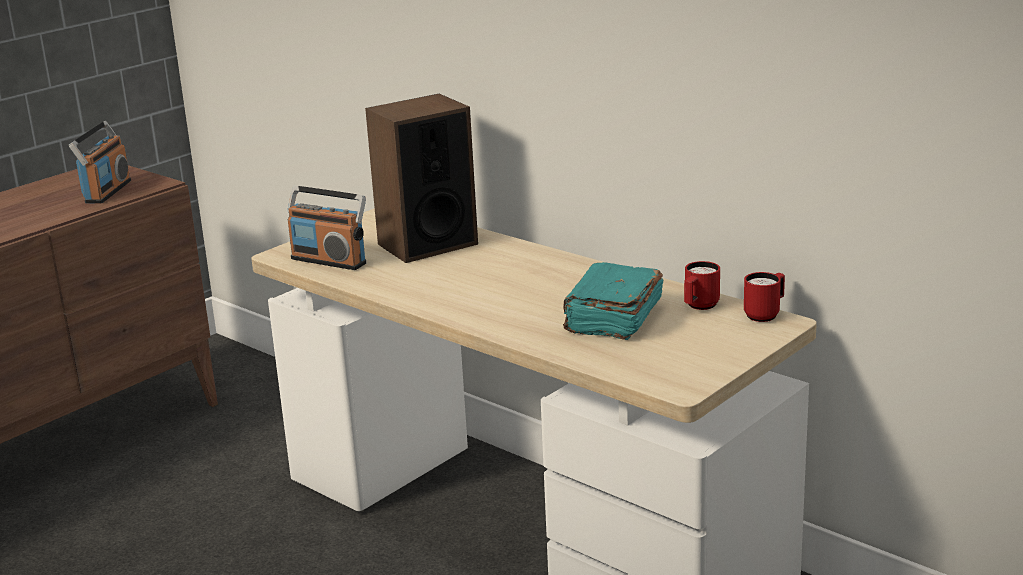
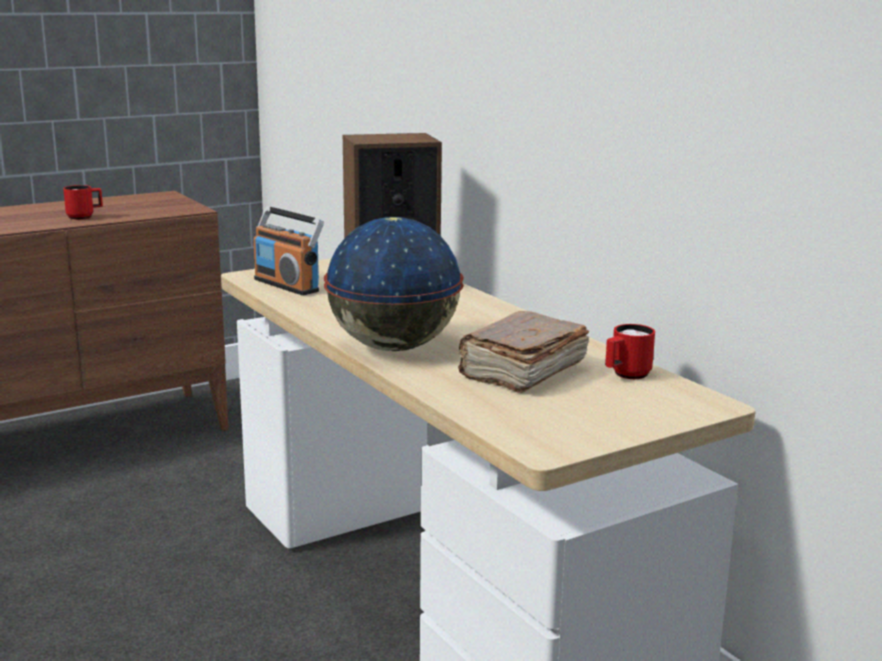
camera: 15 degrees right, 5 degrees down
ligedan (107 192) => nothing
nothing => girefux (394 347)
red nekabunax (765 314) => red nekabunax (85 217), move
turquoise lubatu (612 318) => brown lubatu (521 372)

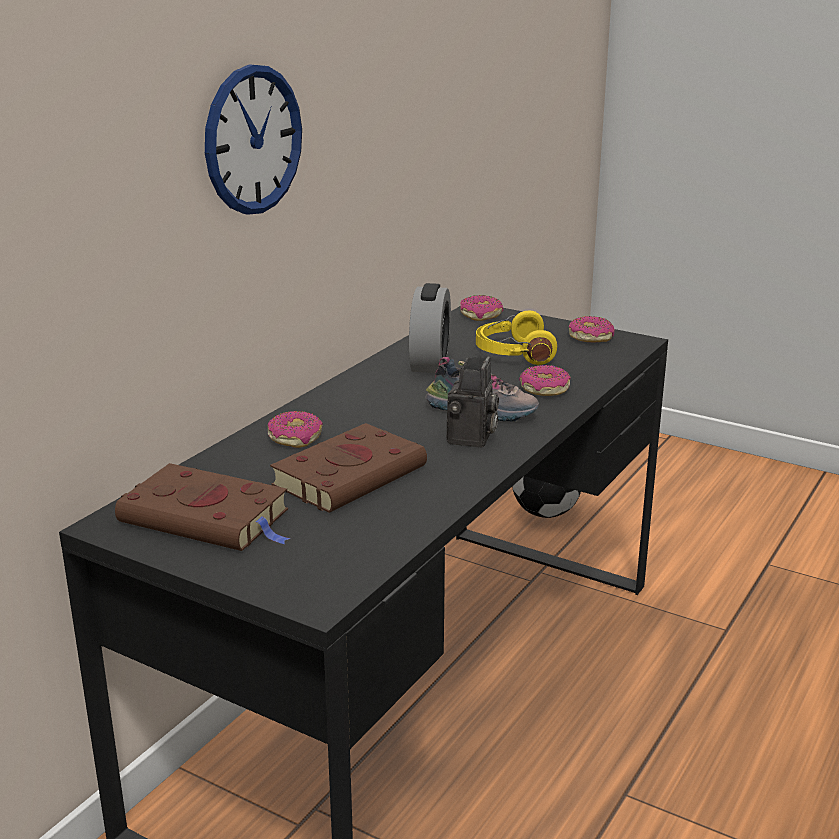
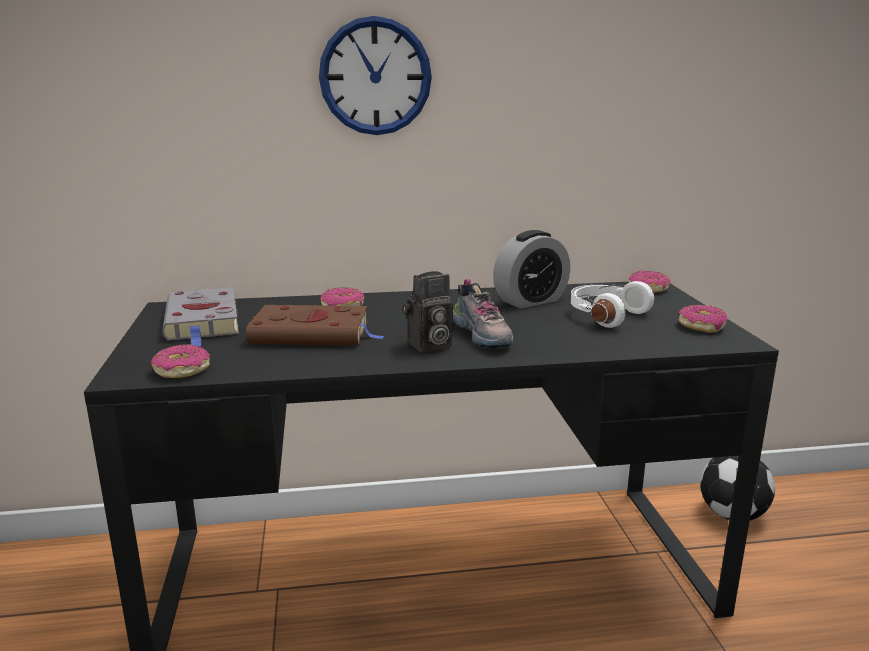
camera: 50 degrees right, 5 degrees down
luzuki (544 389) => luzuki (182 370), move
brown lubatu (208 518) => grey lubatu (203 322)
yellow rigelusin (513 353) => white rigelusin (605 315)

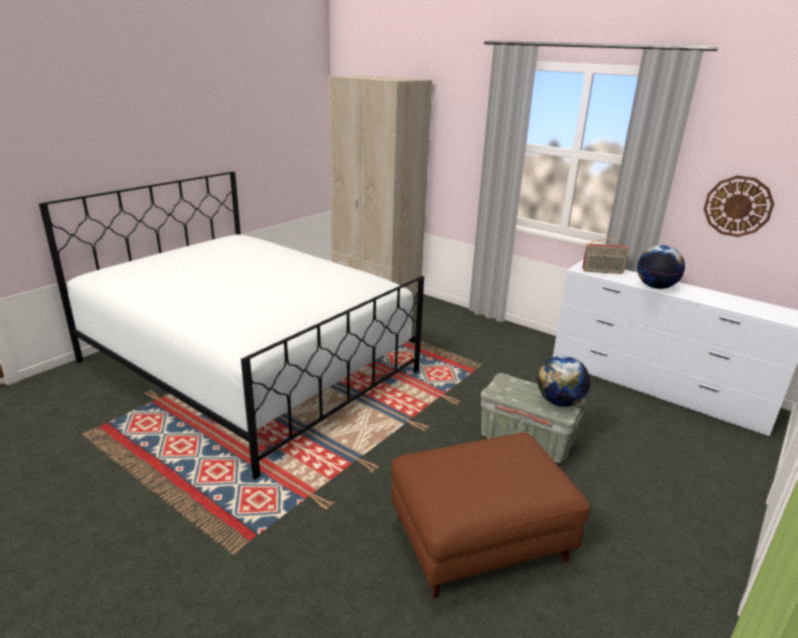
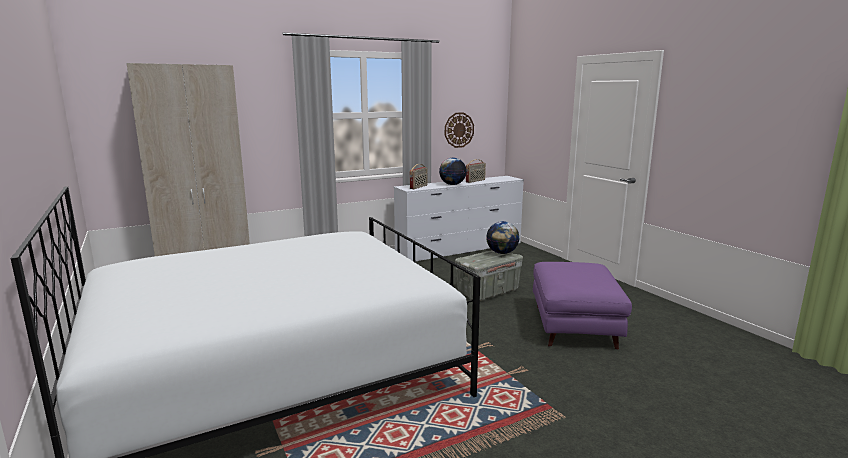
camera: 65 degrees left, 10 degrees down
nothing => ligedan (475 181)
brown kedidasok (479 539) => purple kedidasok (573 326)

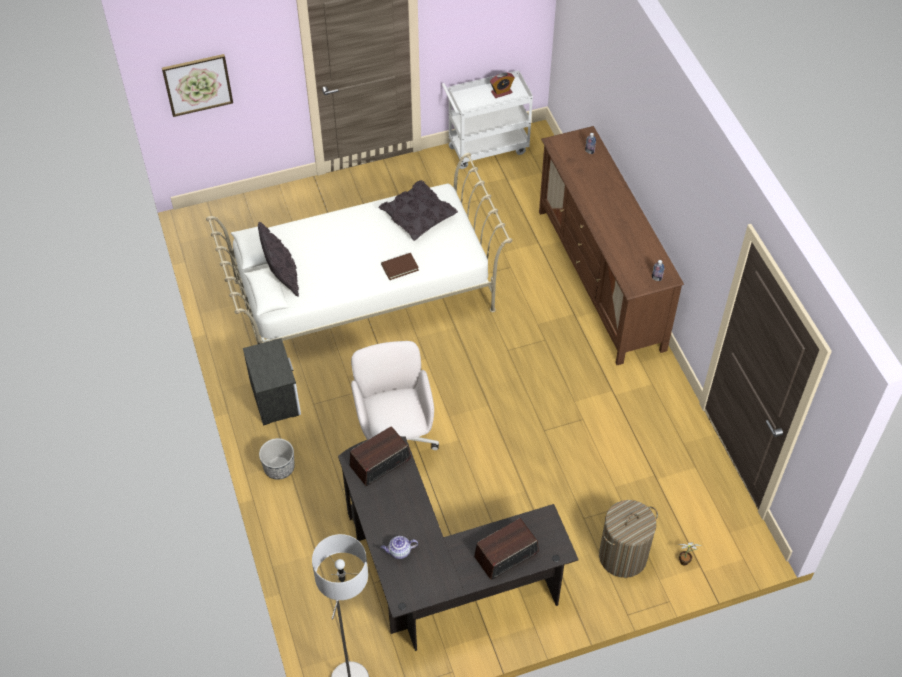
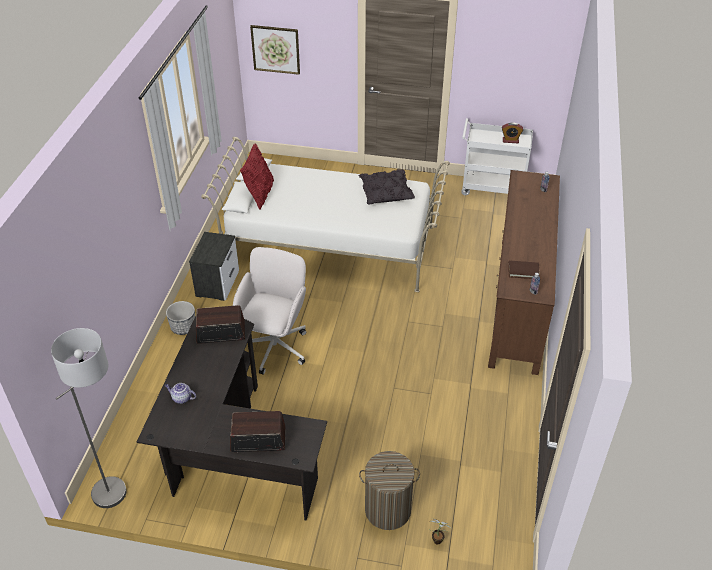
camera: 30 degrees right, 10 degrees down
brown lubatu (400 267) => brown lubatu (523 271), move
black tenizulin (282 276) => red tenizulin (260 194)

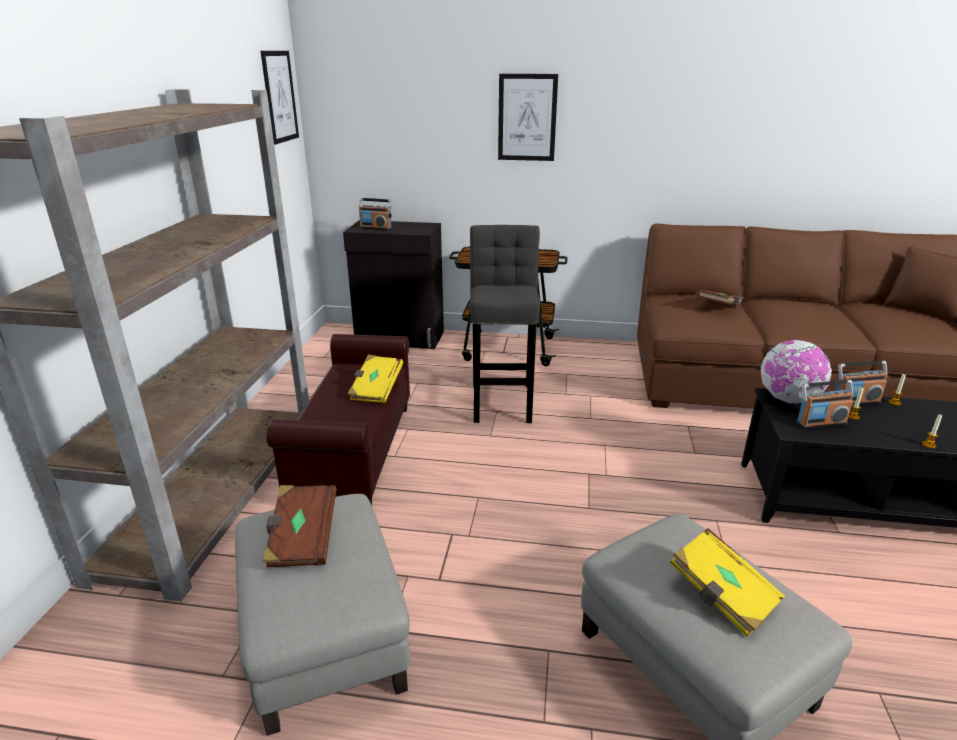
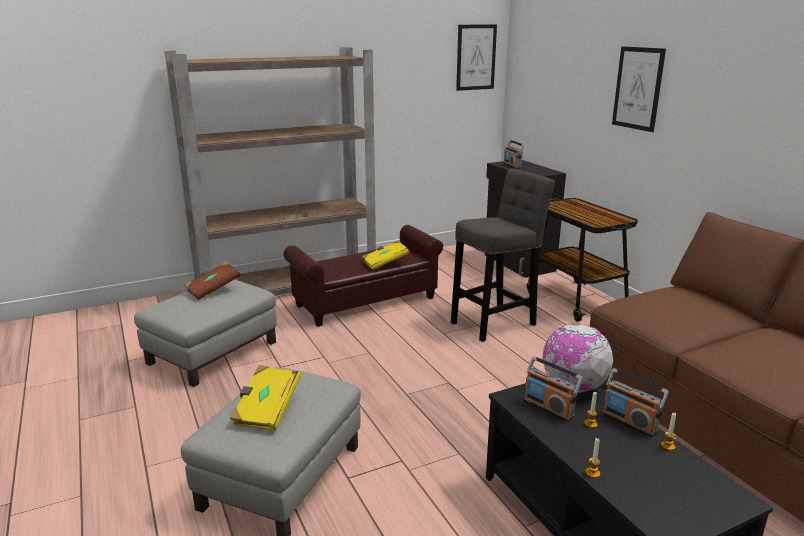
camera: 55 degrees right, 5 degrees down
brown lubatu (719 308) => nothing

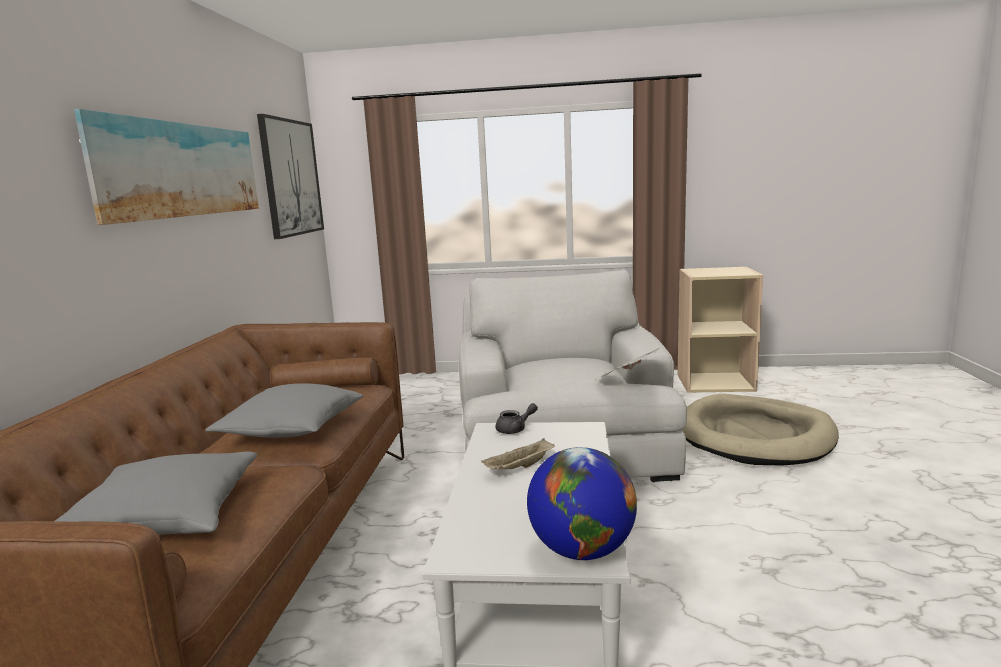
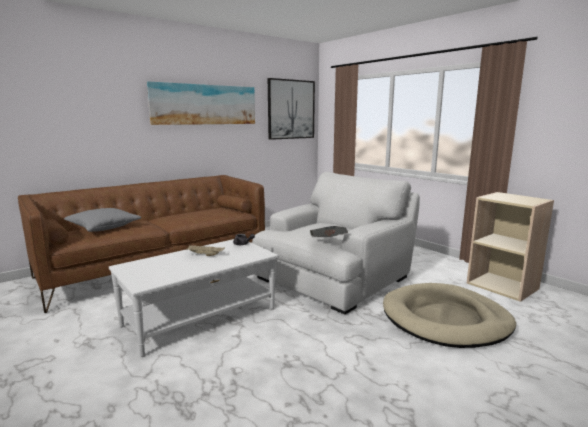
camera: 45 degrees right, 0 degrees up
grey tenizulin (291 429) => nothing
girefux (582 550) => nothing

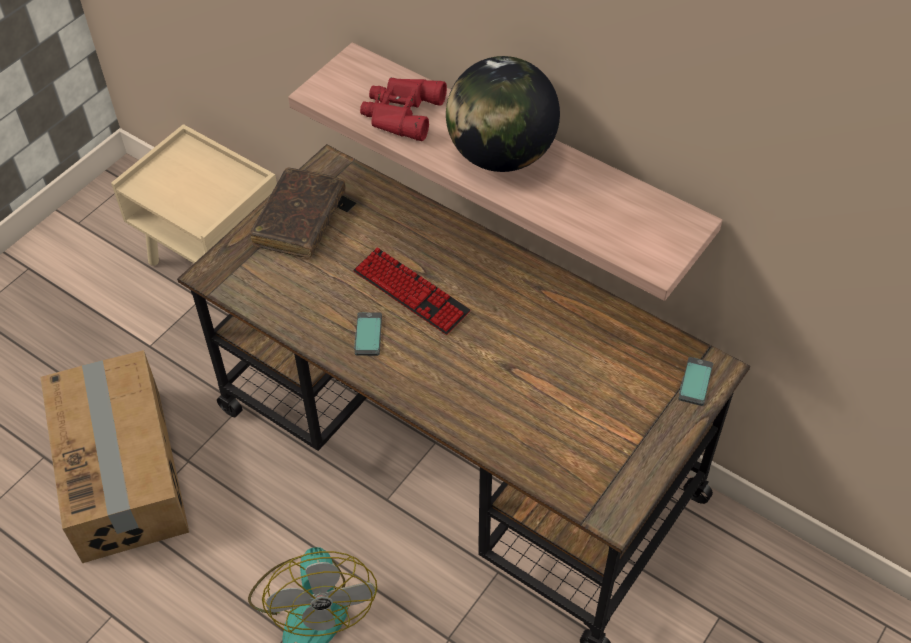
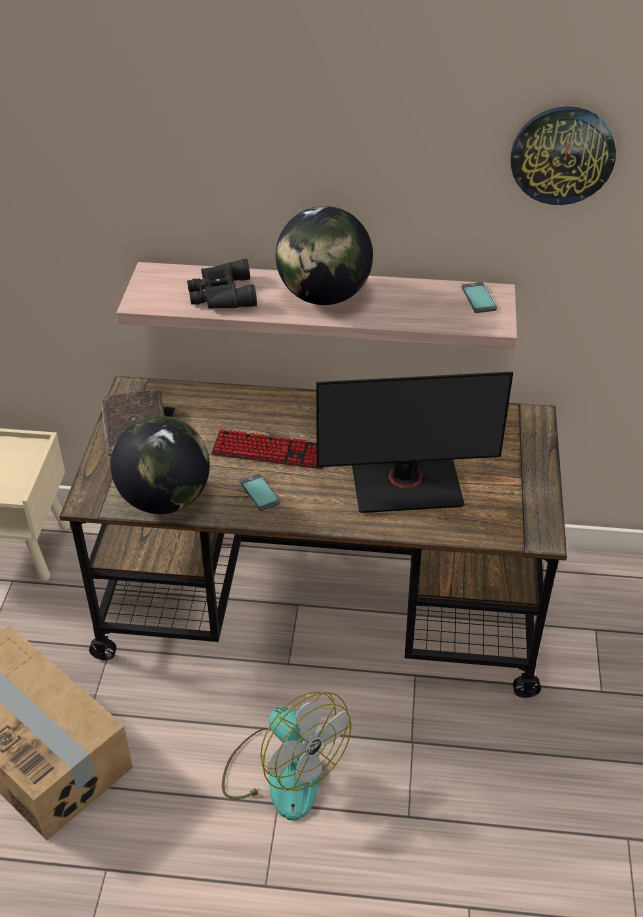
camera: 30 degrees left, 10 degrees down
nothing => girefux (165 500)
nothing => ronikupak (406 484)
nothing => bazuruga (562 155)
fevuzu (695 382) => fevuzu (478 298), move
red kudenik (400 113) => black kudenik (221 294)

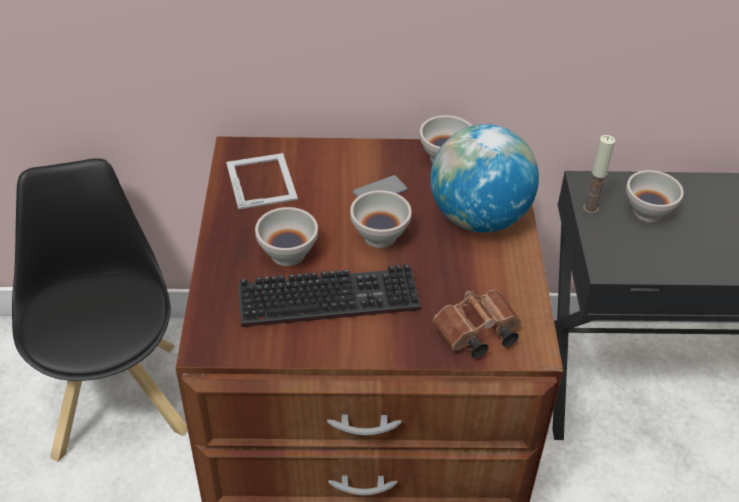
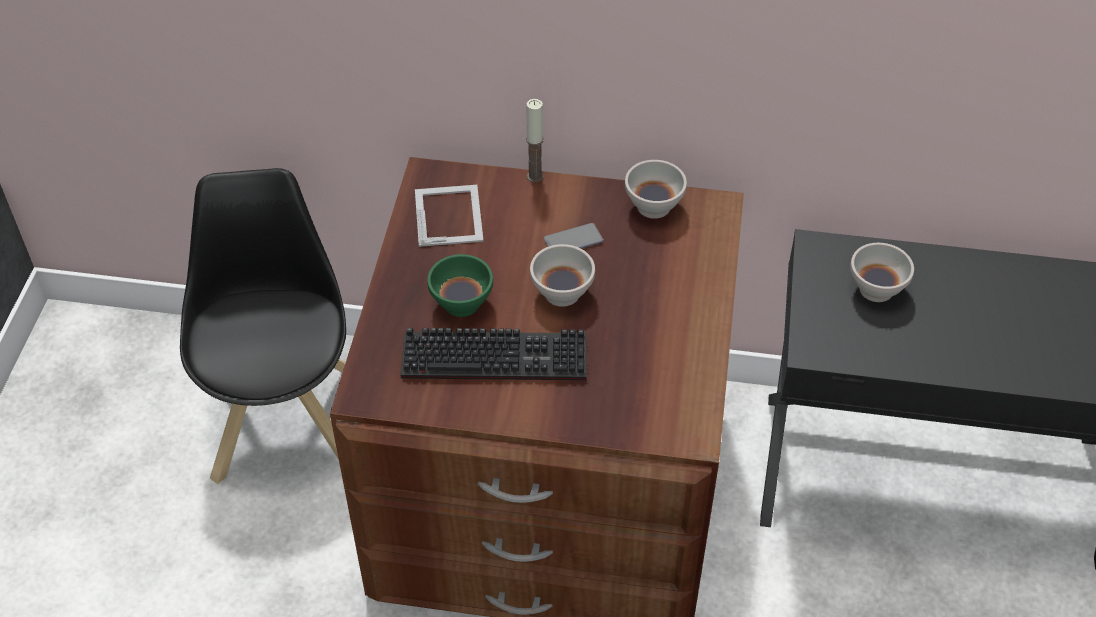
camera: 10 degrees right, 5 degrees up
girefux (478 218) => nothing
brown kudenik (475 334) => nothing
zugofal (590 208) => zugofal (535 176), move
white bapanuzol (288 253) => green bapanuzol (462 302)

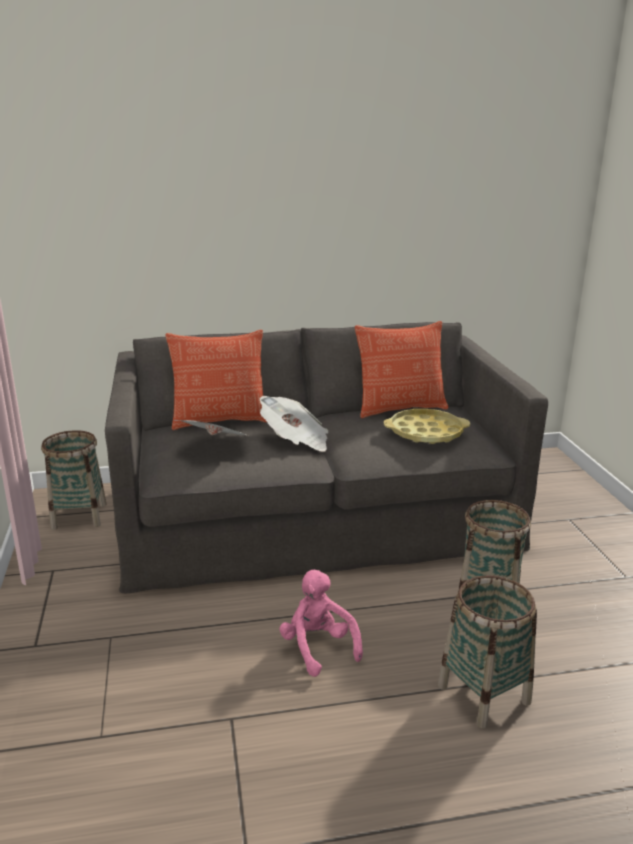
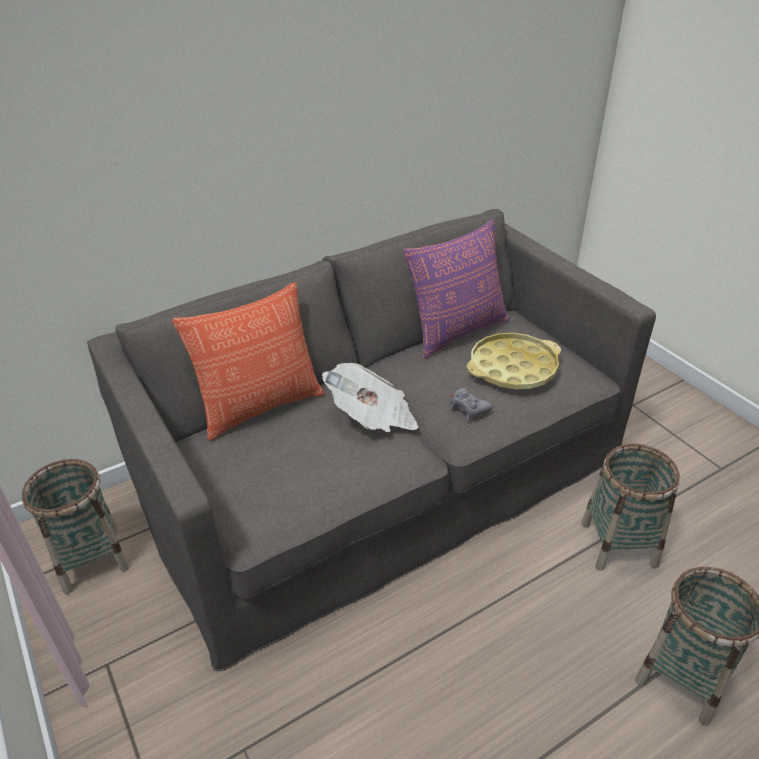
camera: 20 degrees left, 15 degrees up
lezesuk (216 446) => nothing
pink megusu (318 647) => nothing
nothing => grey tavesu (468 408)
orange tenizulin (400 409) => purple tenizulin (457 332)

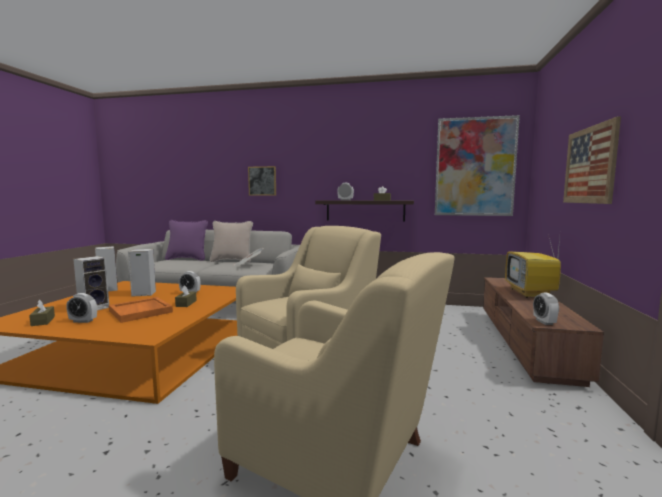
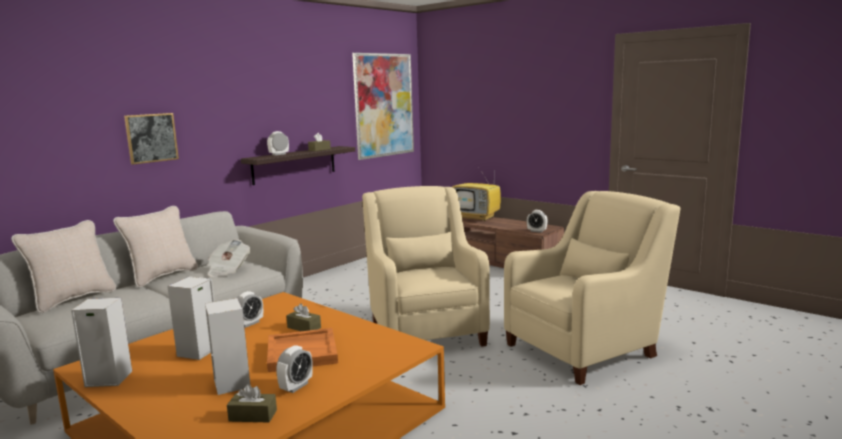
camera: 60 degrees left, 5 degrees up
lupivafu (589 165) => nothing
purple tenizulin (187 259) => beige tenizulin (72 299)

